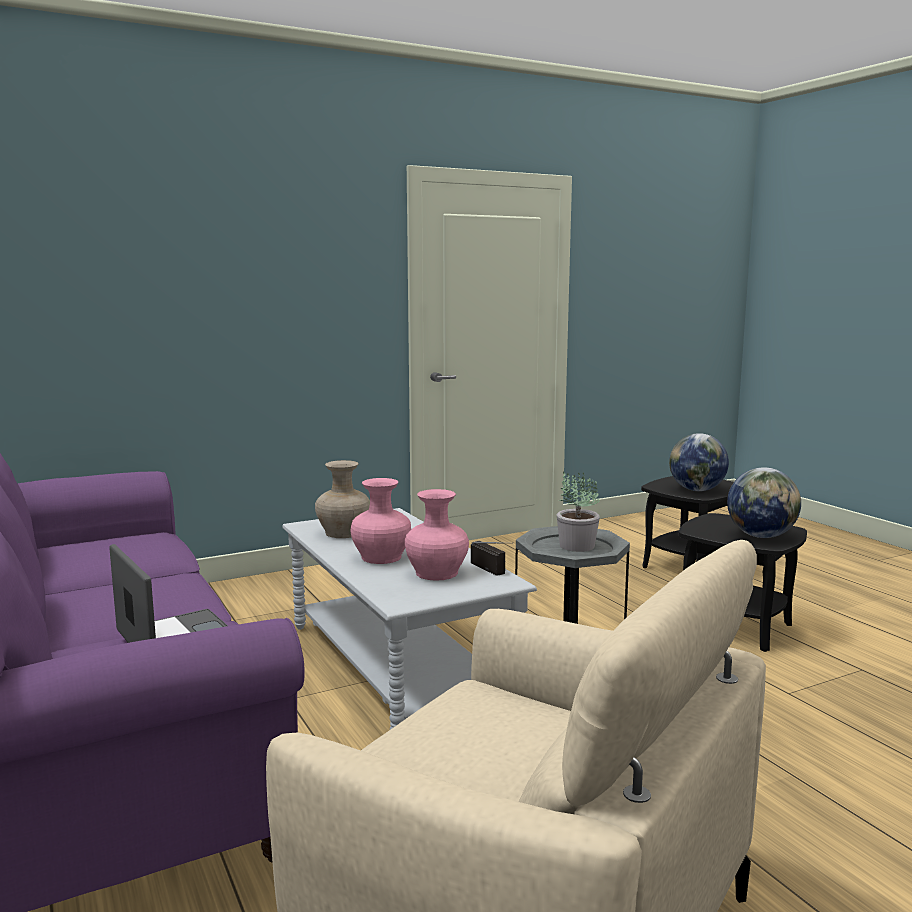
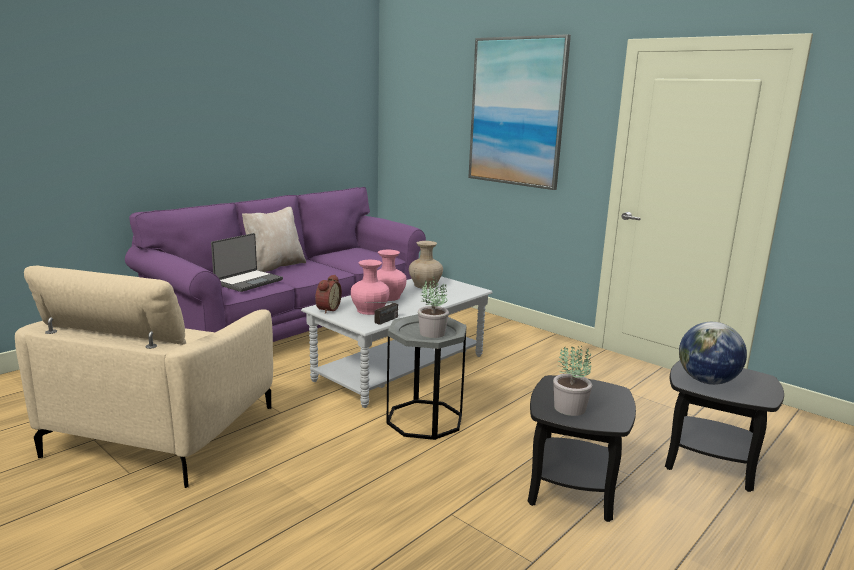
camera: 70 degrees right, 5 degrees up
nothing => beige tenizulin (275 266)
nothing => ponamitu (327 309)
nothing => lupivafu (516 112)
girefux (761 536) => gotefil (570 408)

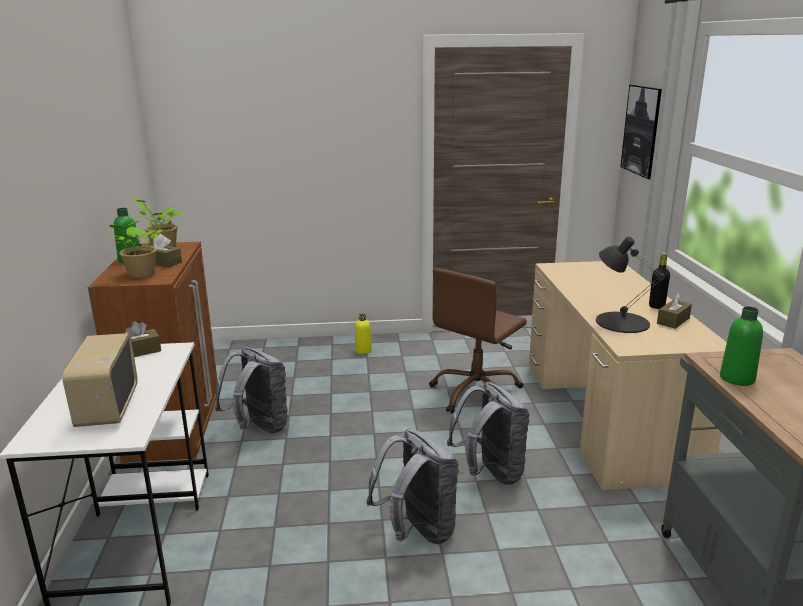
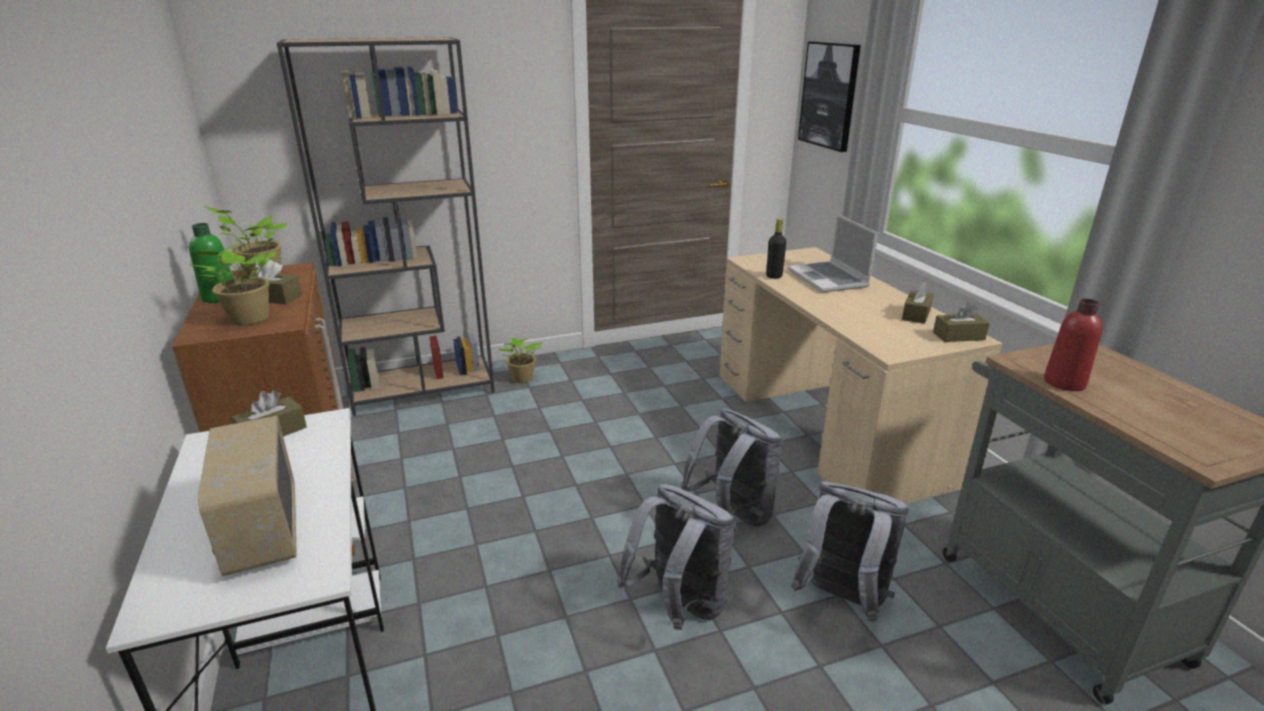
camera: 15 degrees left, 5 degrees up
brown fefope (476 393) => nothing
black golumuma (621 322) => nothing
nothing => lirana (423 389)
nothing => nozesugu (829 279)
nothing => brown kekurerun (958 336)
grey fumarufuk (259 427) => grey fumarufuk (841 599), move
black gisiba (656 306) => black gisiba (774 276), move
yellow gisiba (363 351) => gotefil (521 379)
green gisiba (737 378) => red gisiba (1064 383)

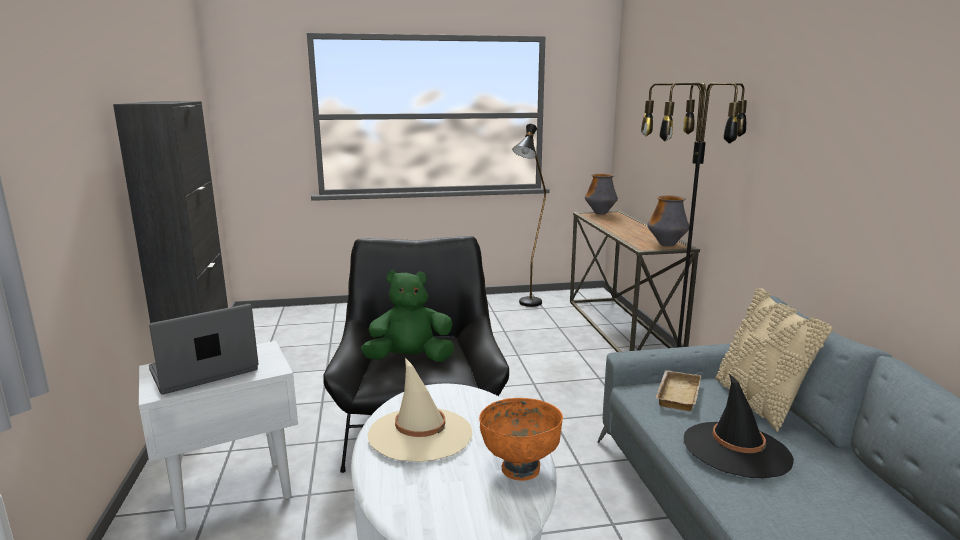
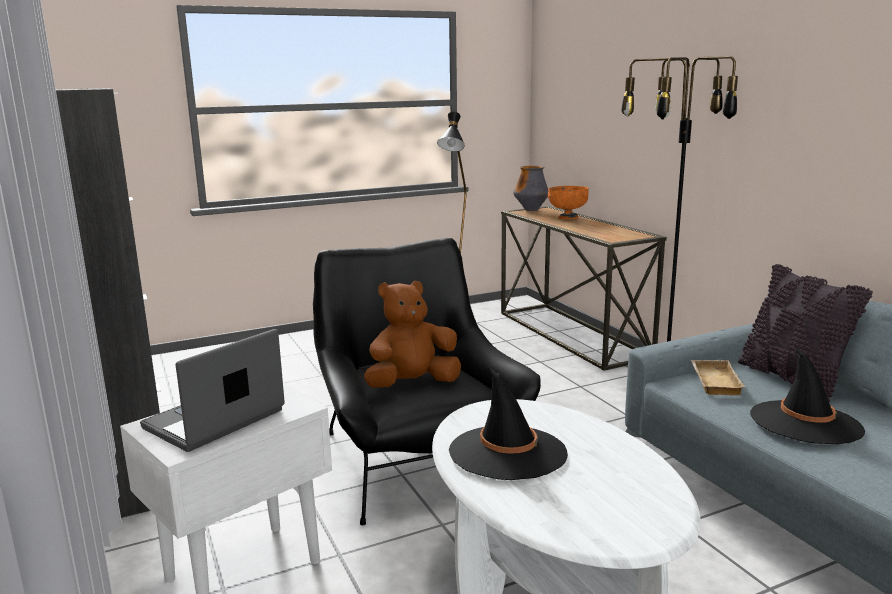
camera: 15 degrees left, 0 degrees up
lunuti (666 245) => nothing
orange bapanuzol (520 468) => orange bapanuzol (567 217), move
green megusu (410 359) => brown megusu (412 384)
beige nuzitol (420 434) => black nuzitol (507 453)
beige tenizulin (758 403) => black tenizulin (792 379)

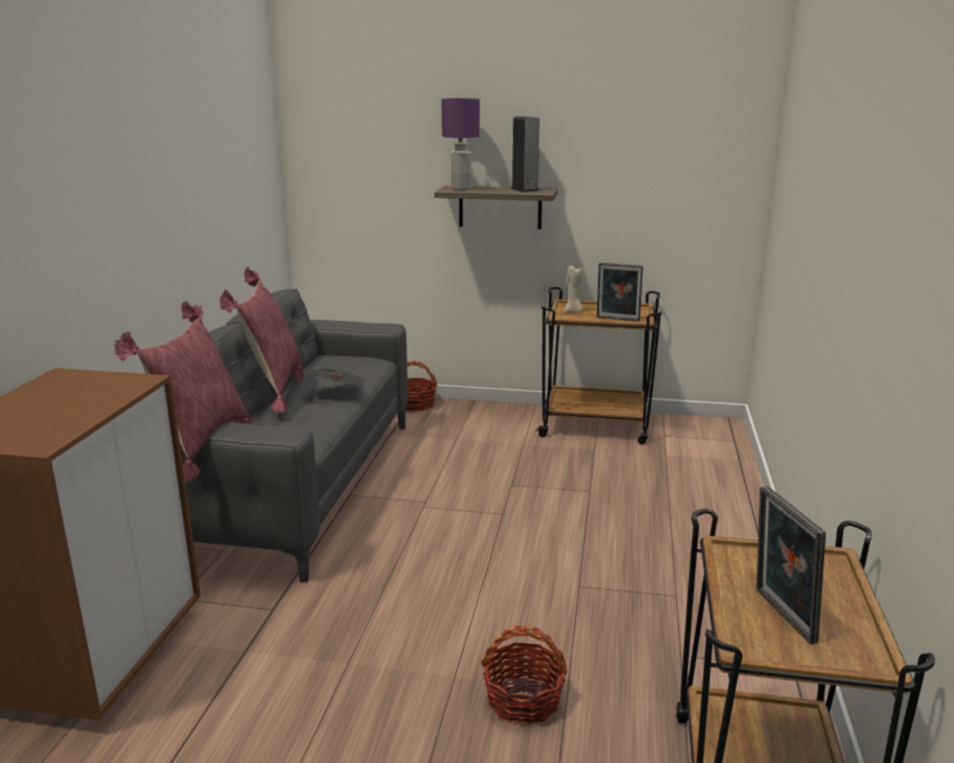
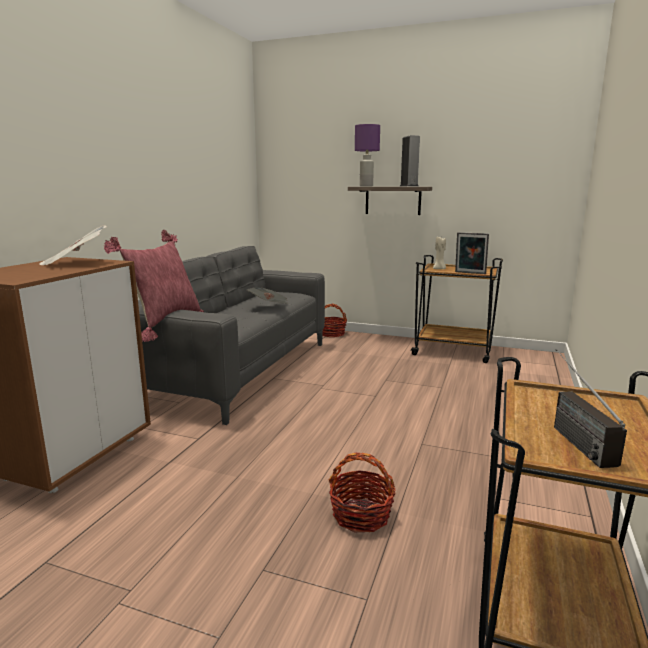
camera: 10 degrees right, 5 degrees down
red tenizulin (270 398) => nothing
nothing => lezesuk (74 263)
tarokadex (780 616) => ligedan (569 435)

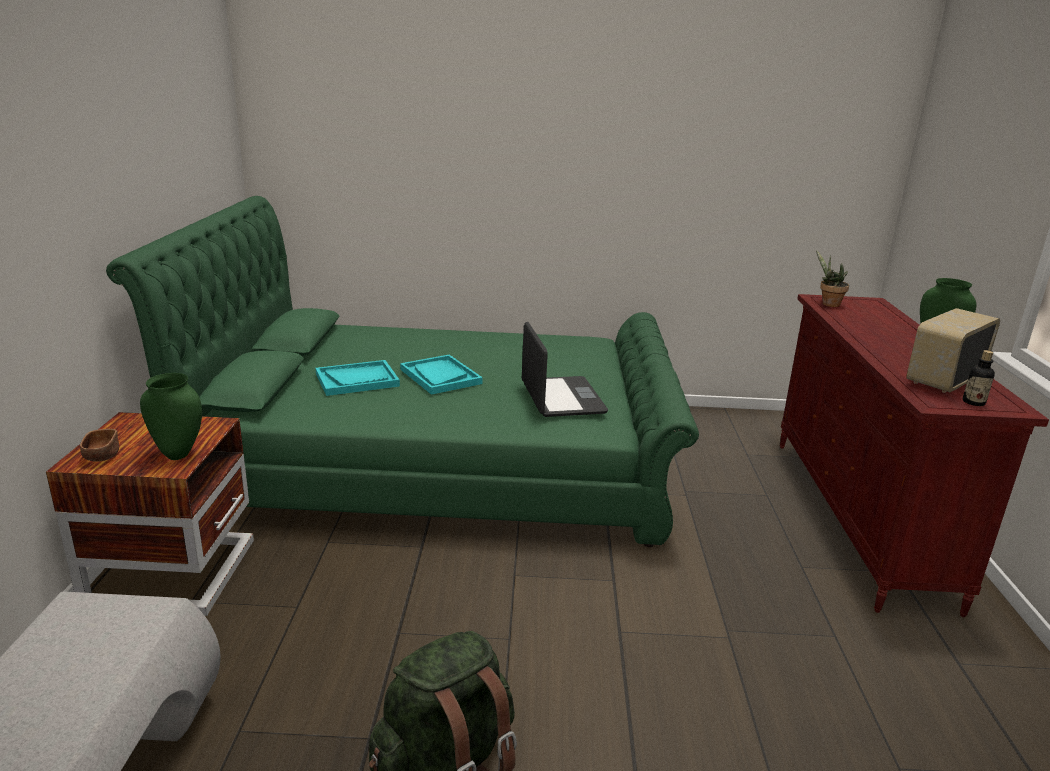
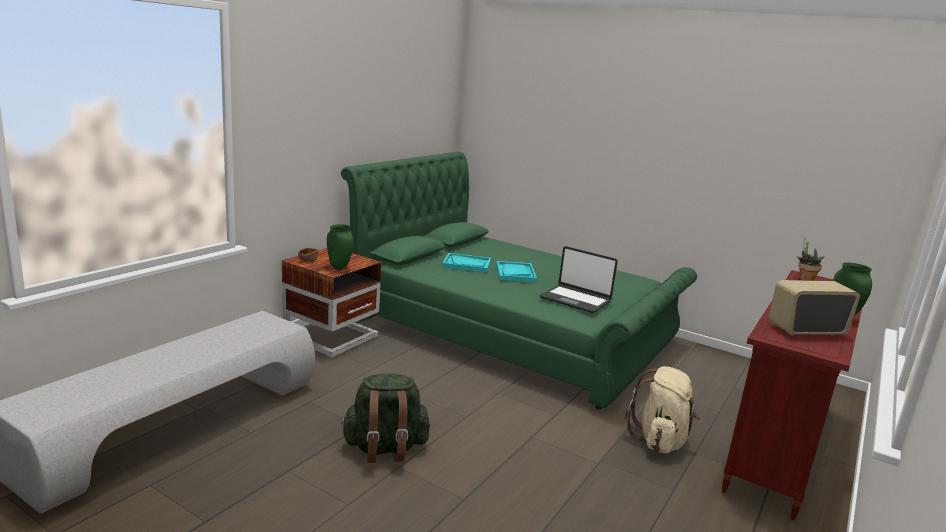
camera: 30 degrees right, 5 degrees down
gisiba (973 402) => nothing
nothing => beige fumarufuk (660 440)
nozesugu (561 398) => nozesugu (575 299), 105 degrees clockwise

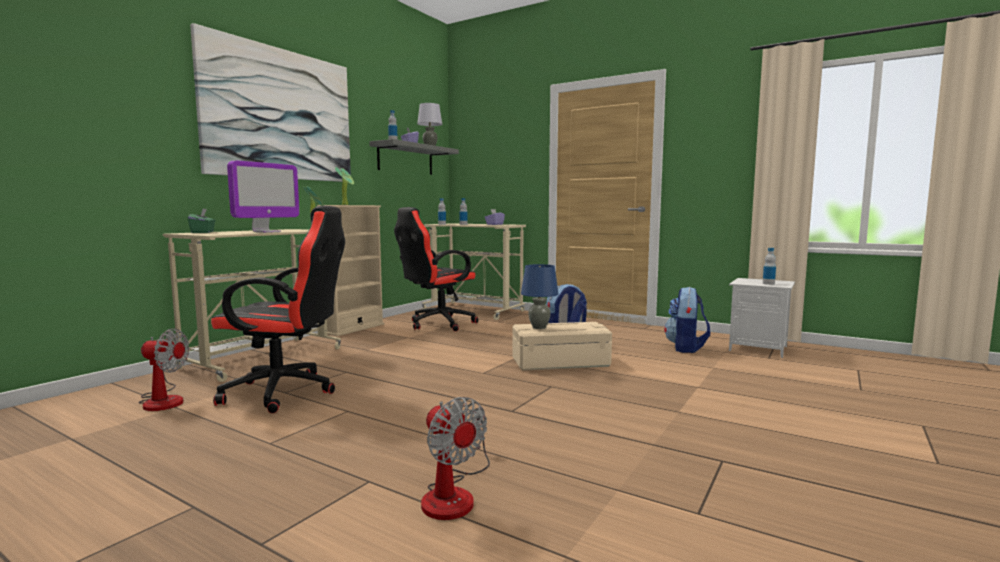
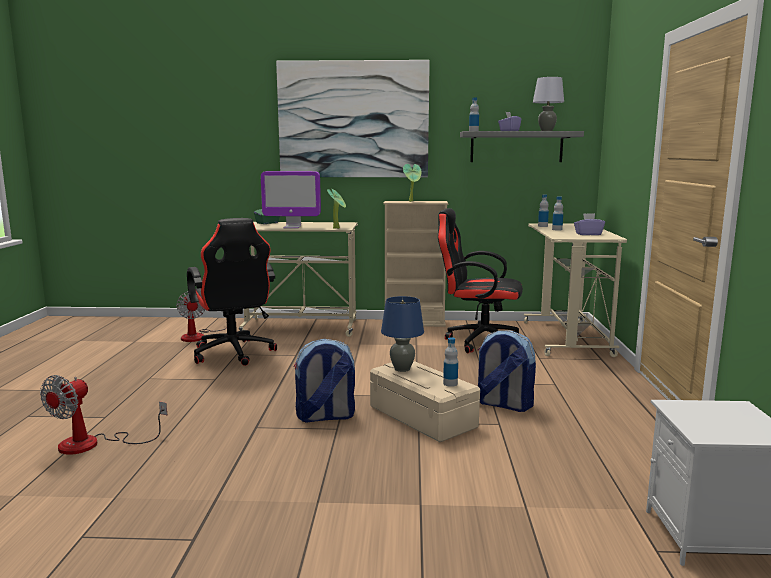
camera: 60 degrees right, 5 degrees up
fumarufuk (686 348) => fumarufuk (325 416), move
gisiba (768 283) => gisiba (450 383), move

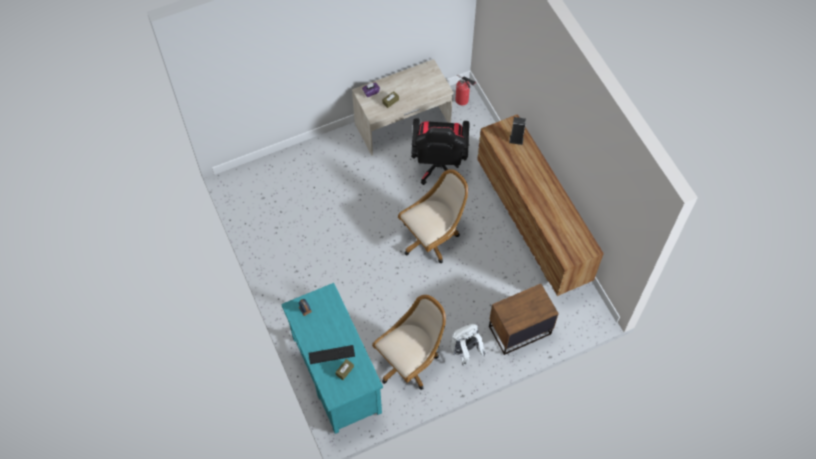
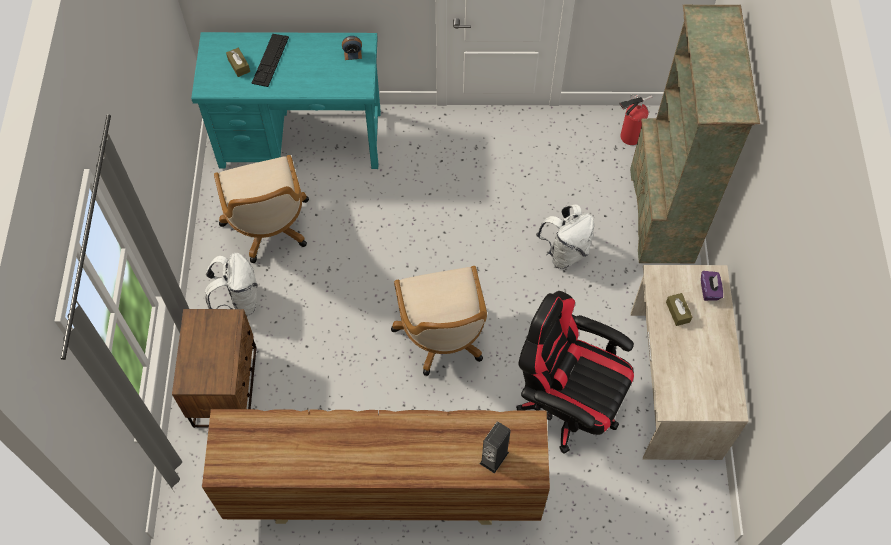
camera: 115 degrees right, 0 degrees up
nothing => white fumarufuk (565 252)
nothing => green lirana (662 215)
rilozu (463 100) => rilozu (628 137), move

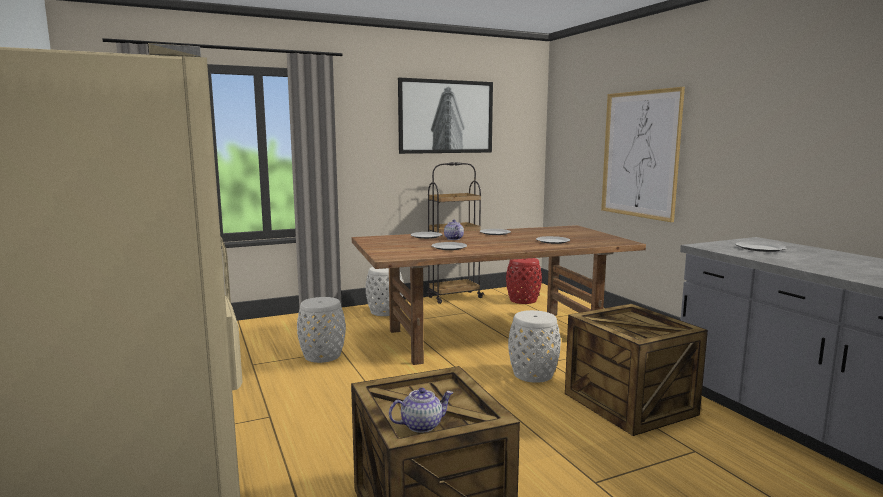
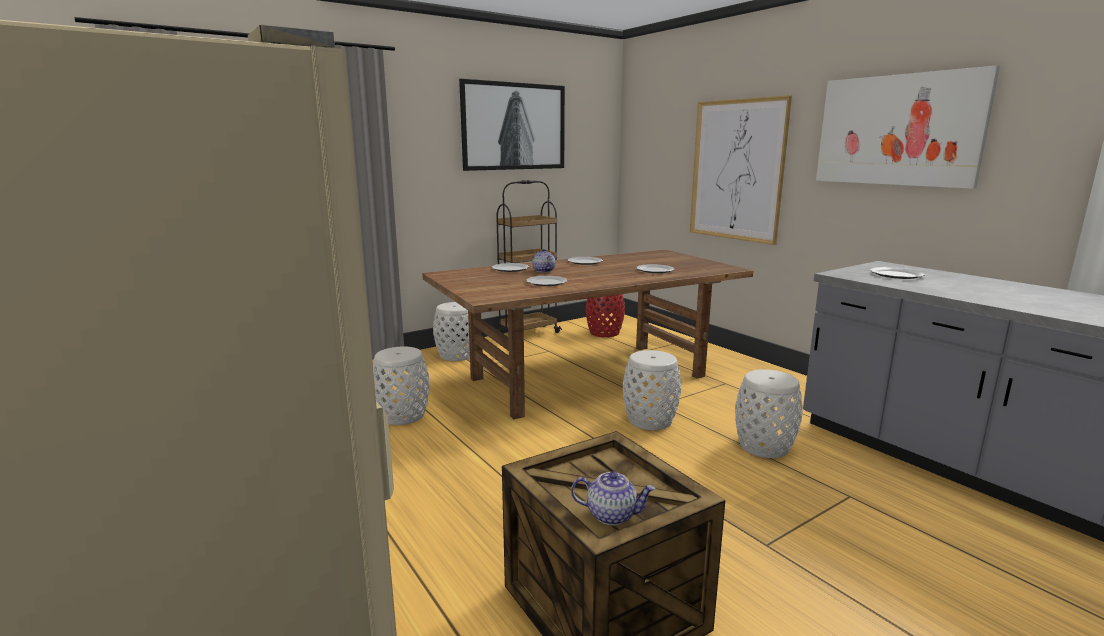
camera: 10 degrees left, 5 degrees up
nothing => lupivafu (898 130)
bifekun (631 403) => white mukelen (764 447)
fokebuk (421 425) => fokebuk (612 515), 45 degrees clockwise

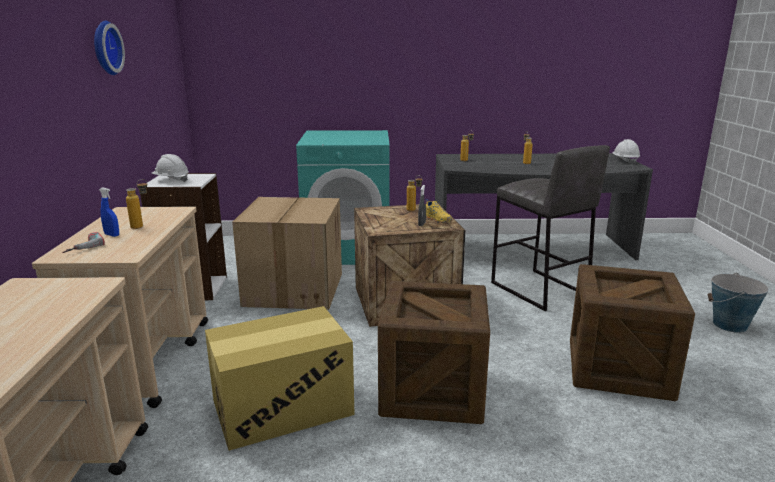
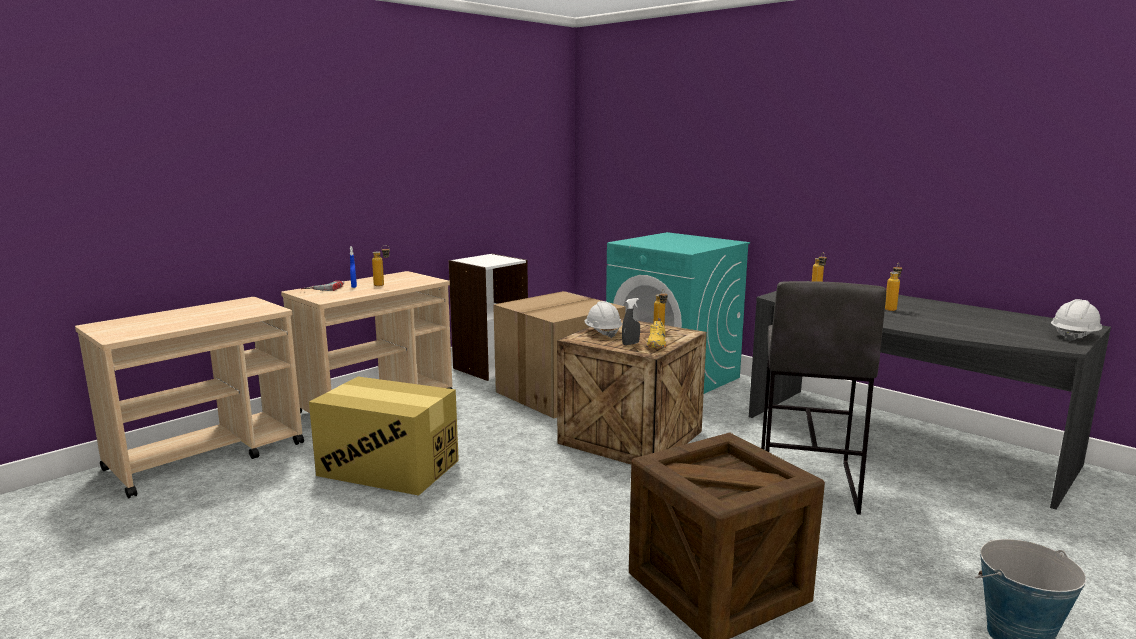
camera: 45 degrees right, 5 degrees down
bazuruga (104 48) => nothing
bifekun (432 391) => nothing
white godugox (171 180) => white godugox (602 332), move

